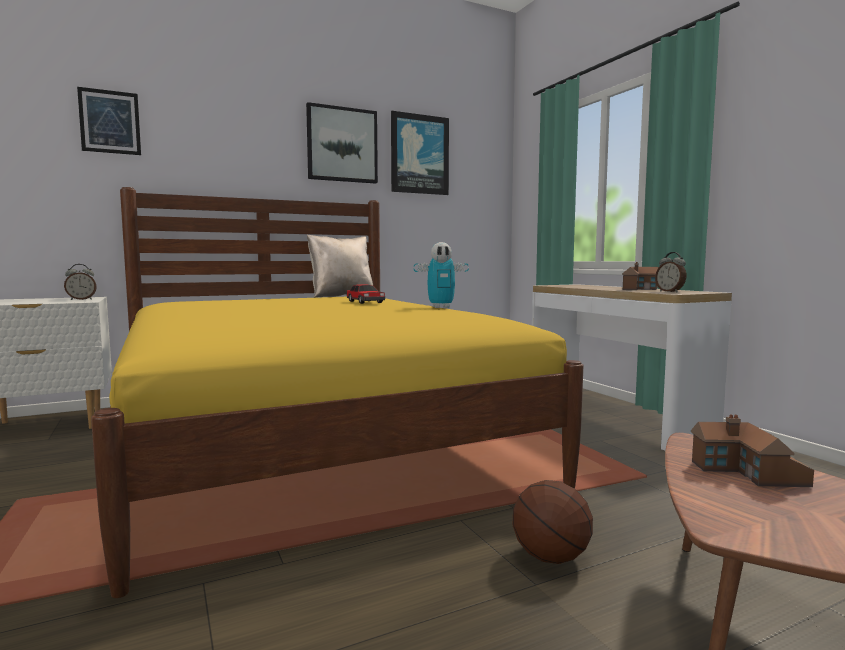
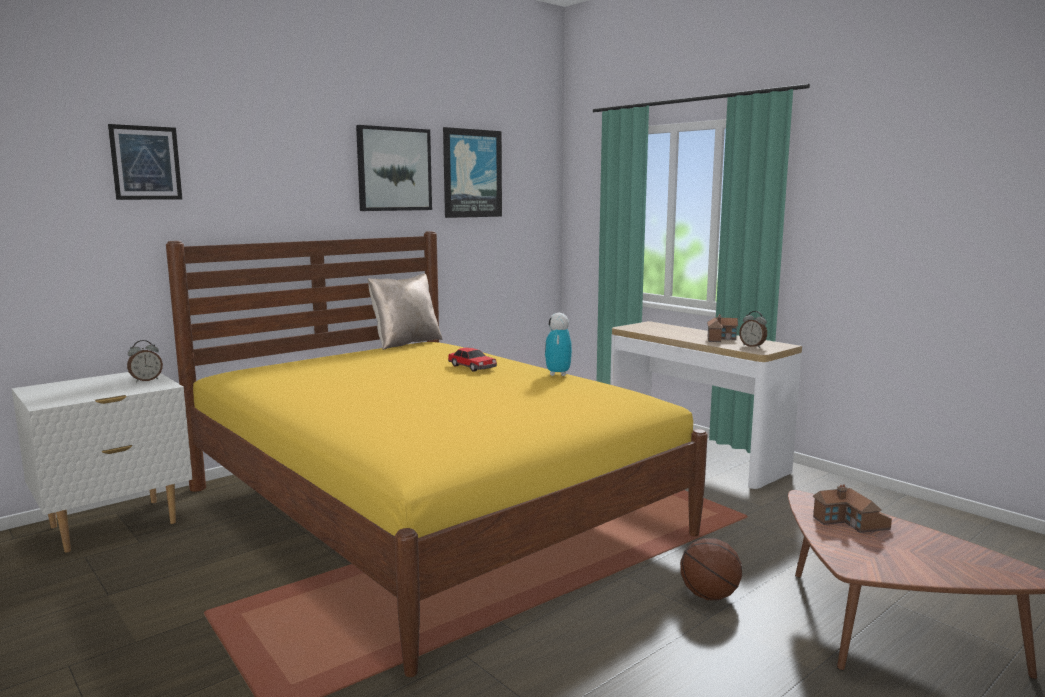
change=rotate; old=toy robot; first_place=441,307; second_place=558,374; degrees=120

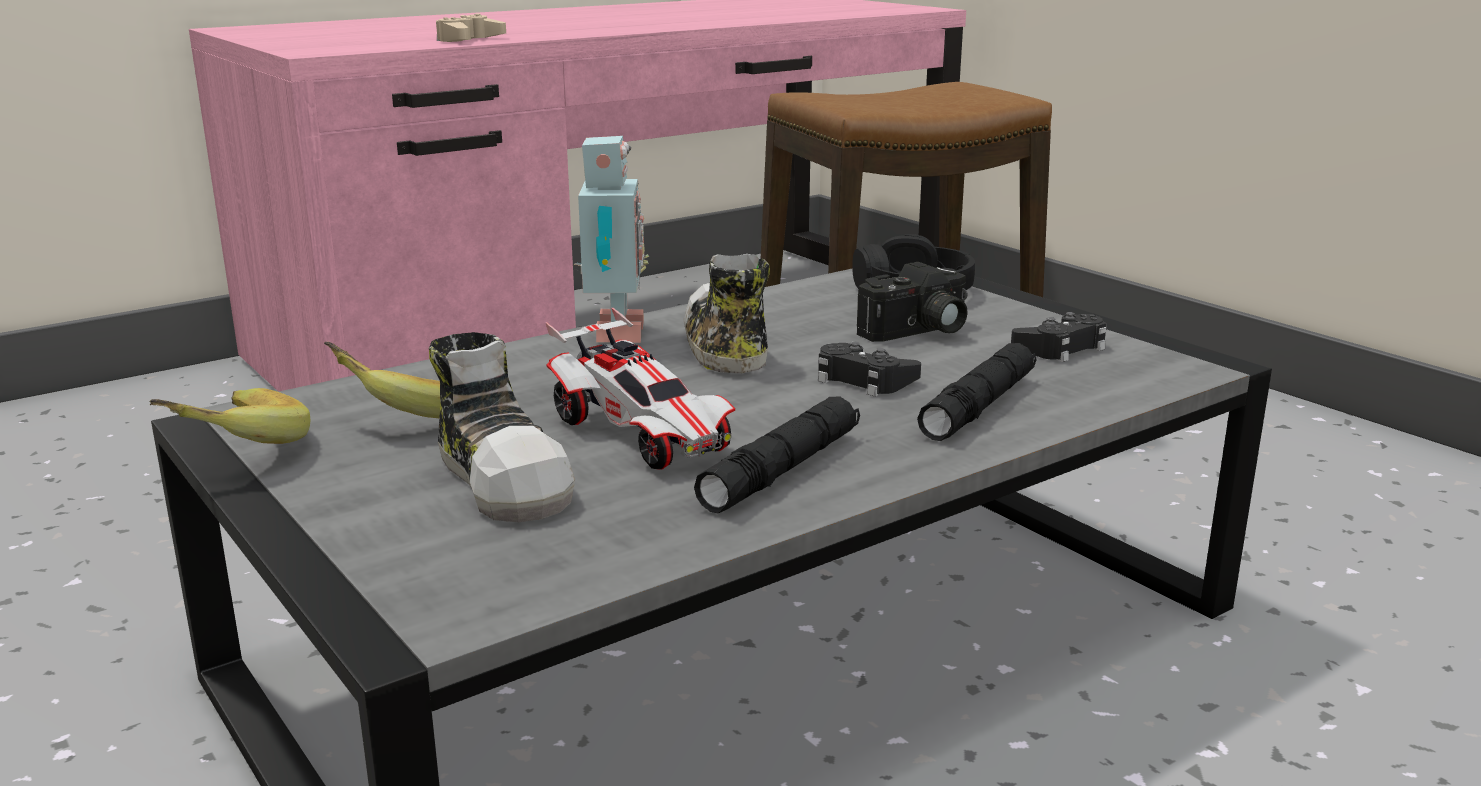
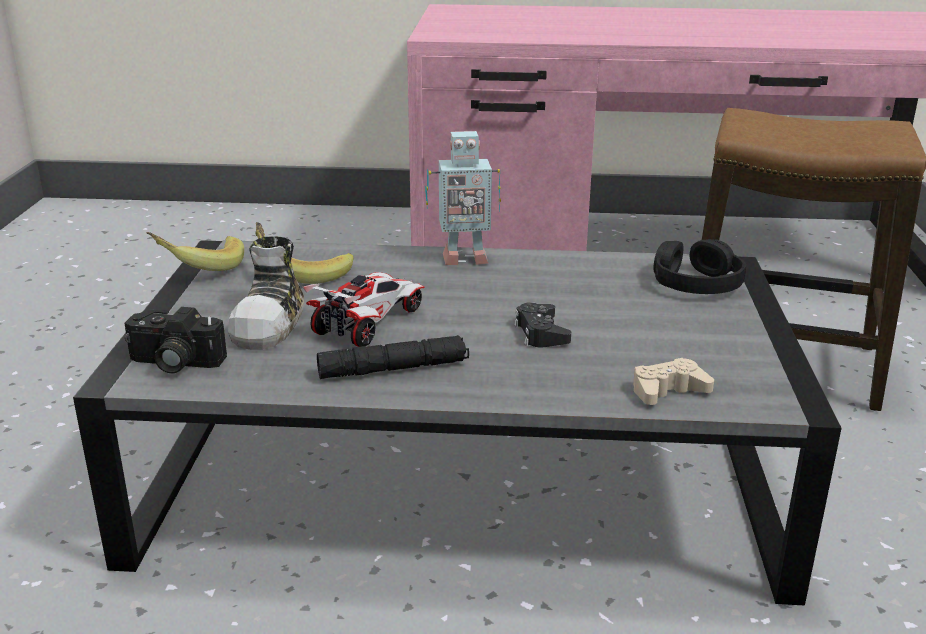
change=move; old=game controller/beige; first_place=469,39; second_place=668,391
change=rotate; old=toy car; first_place=642,434; second_place=369,323; degrees=-150
change=rotate; old=toy robot; first_place=613,335; second_place=463,258; degrees=45
change=delete; old=shoe; first_place=725,348
change=move; old=photo camera; first_place=918,332; second_place=173,363
change=delete; old=flashlight/black; first_place=978,406
change=delete; old=game controller/black; first_place=1061,347

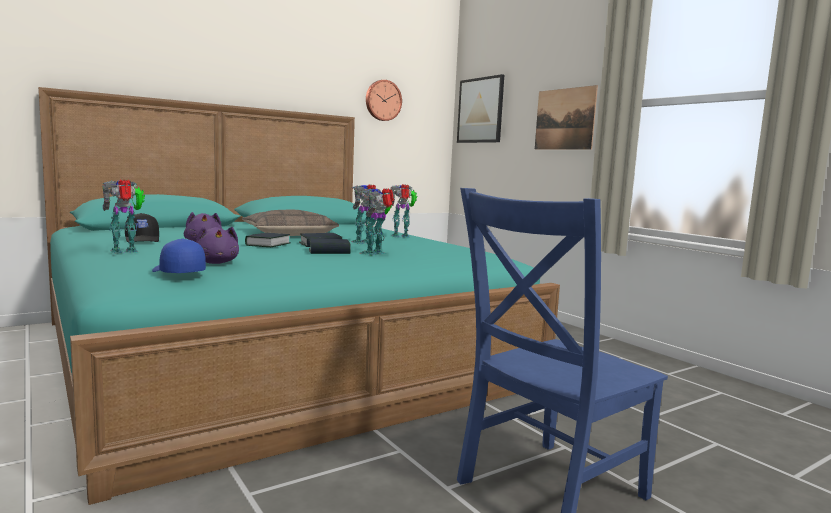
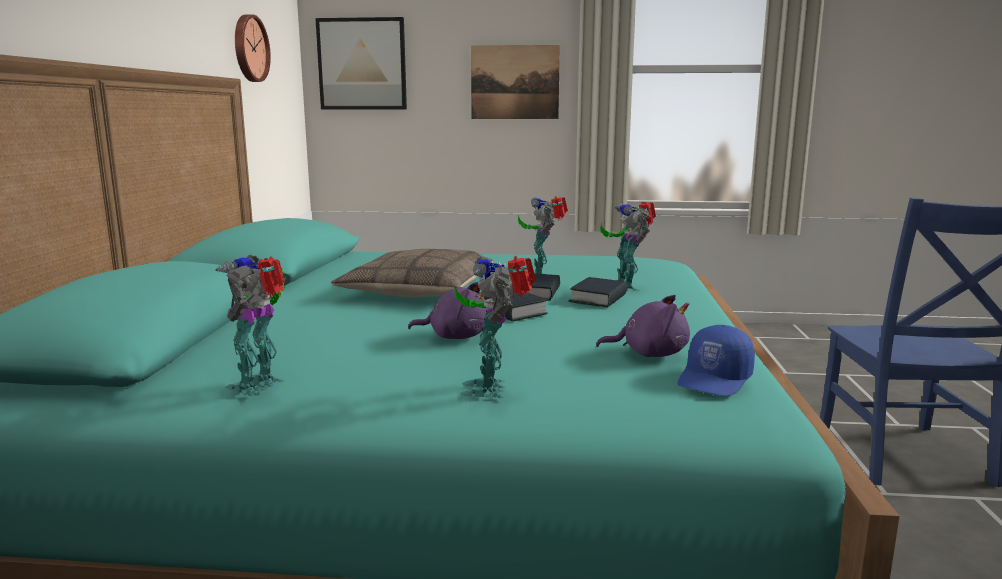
change=delete; old=cap/black; first_place=143,240
change=rotate; old=cap/blue; first_place=177,272; second_place=715,380; degrees=-45
change=move; old=toy robot; first_place=401,237; second_place=260,385

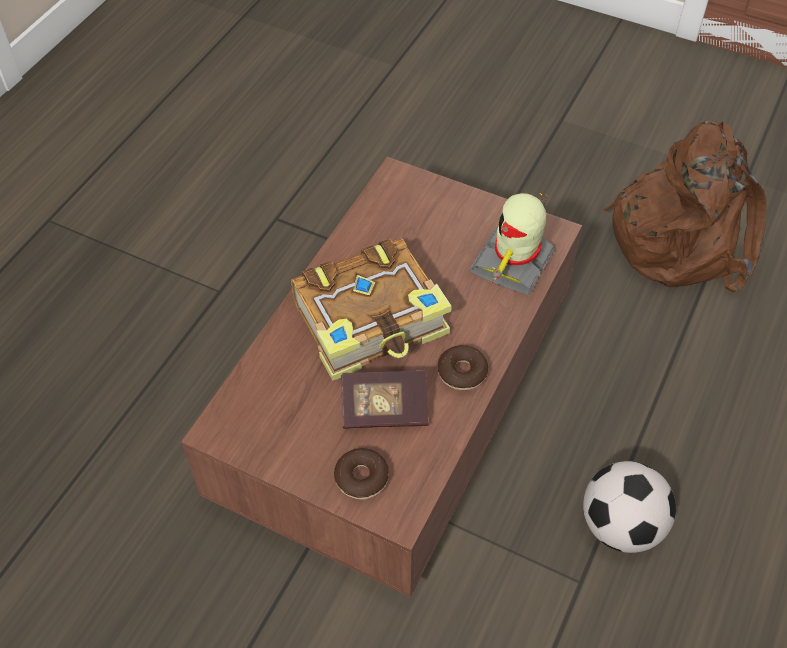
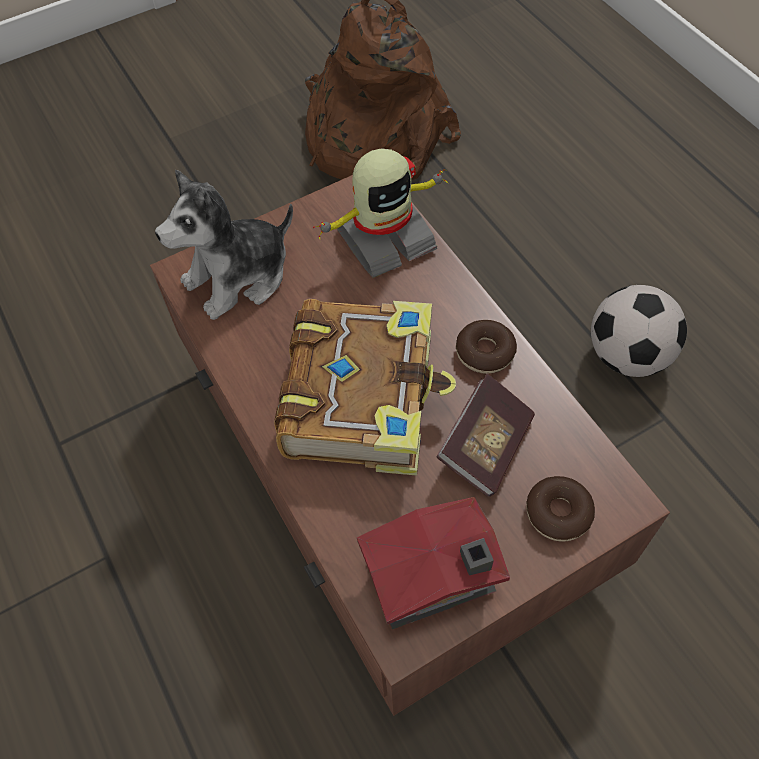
change=rotate; old=toy robot; first_place=513,264; second_place=384,238; degrees=-90
change=insert; new=plush toy; second_place=239,277
change=insert; new=toy house; second_place=435,579

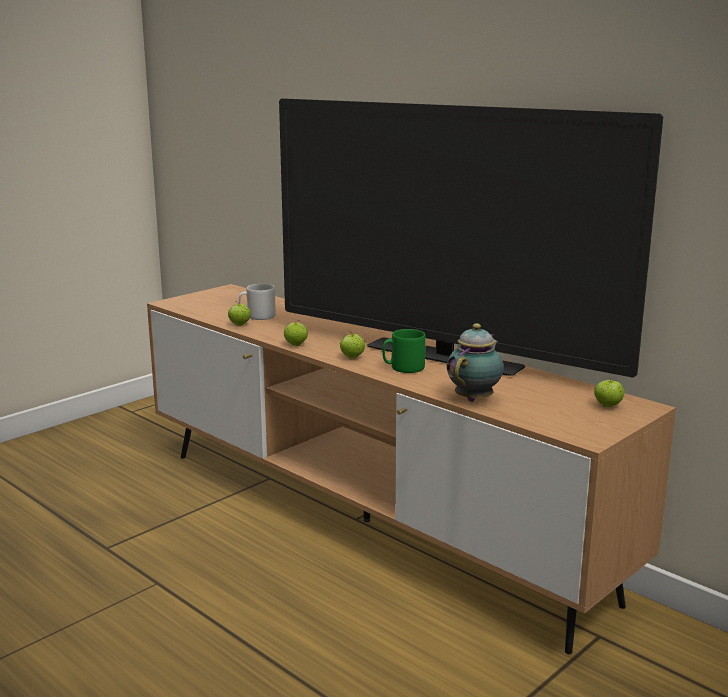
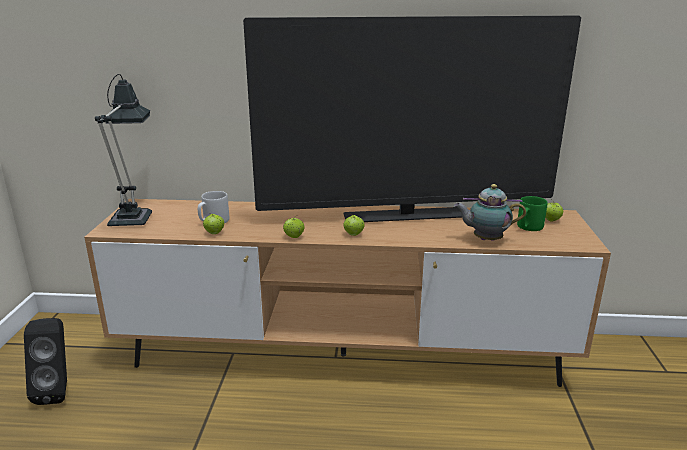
change=move; old=mug/green; first_place=403,368; second_place=528,227
change=rotate; old=teapot; first_place=475,398; second_place=485,239; degrees=-75
change=insert; new=speaker/black; second_place=58,391
change=insert; new=table lamp; second_place=133,216

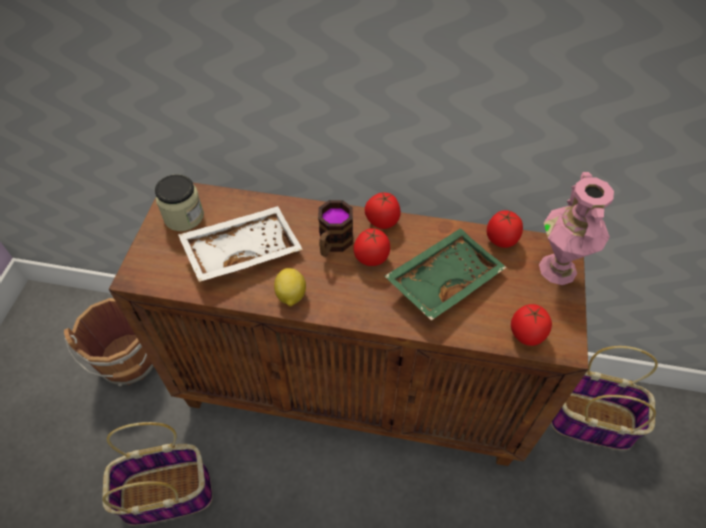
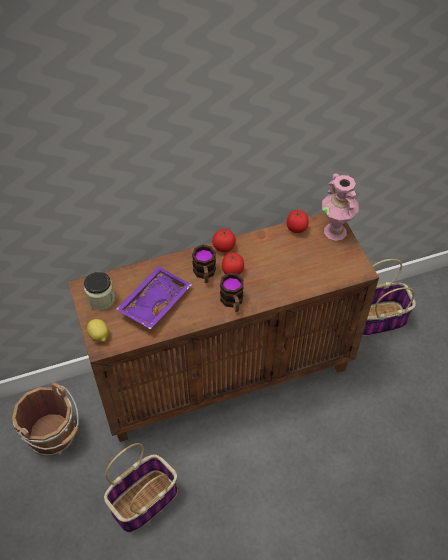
change=recolor; old=tray/white; new=tray/purple; first_place=242,250; second_place=154,302
change=move; old=lemon; first_place=290,296; second_place=99,336
change=delete; old=tray/green; first_place=442,279
change=delete; old=tomato; first_place=526,335
change=insert; new=mug; second_place=233,302

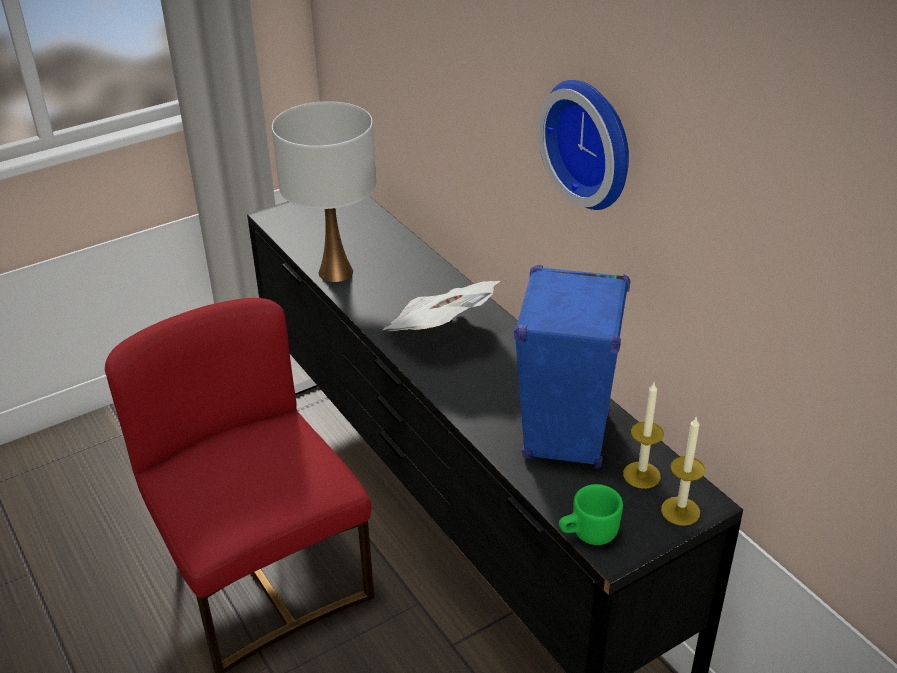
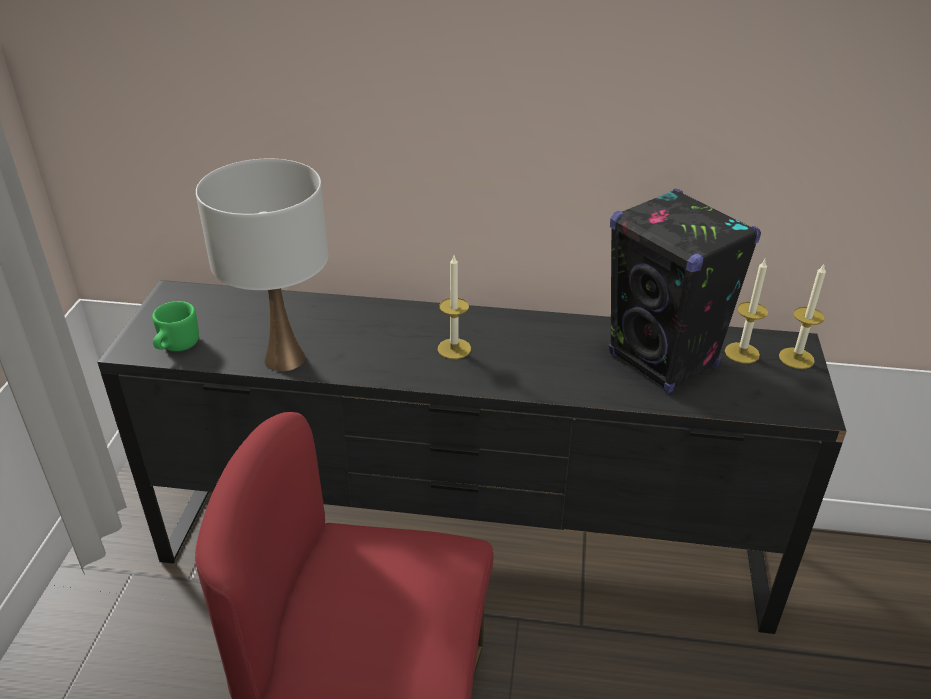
change=replace; old=newspaper; new=candle; first_place=440,331; second_place=454,348
change=recolor; old=speaker/blue; new=speaker/black; first_place=566,436; second_place=663,361
change=delete; old=wall clock; first_place=592,142
change=move; old=mug/green; first_place=587,533; second_place=176,347

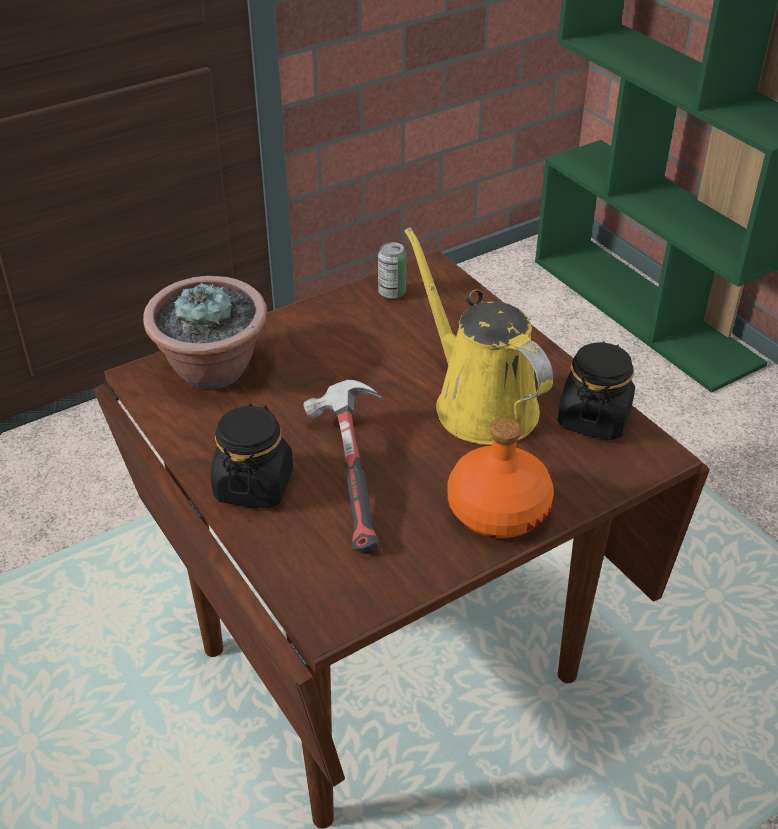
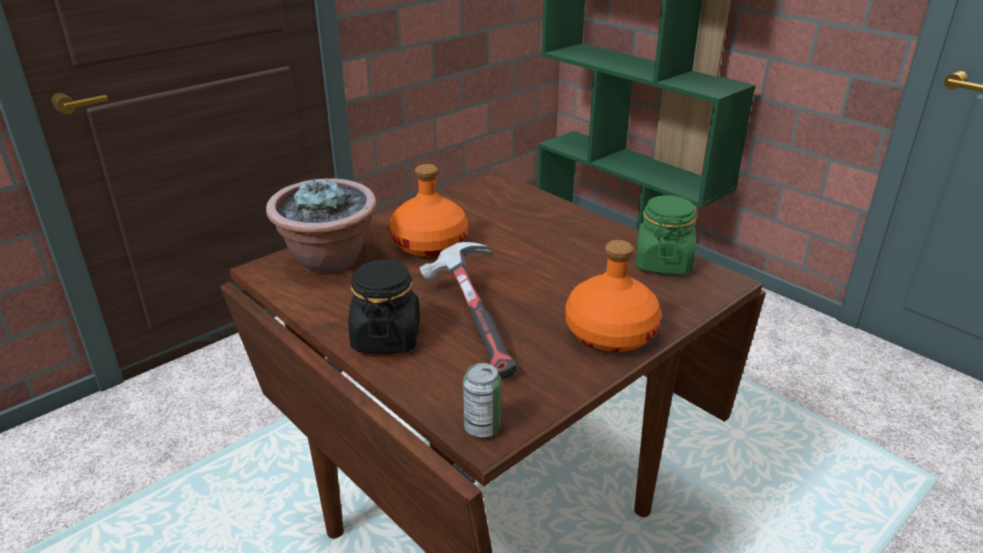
change=move; old=can; first_place=392,293; second_place=482,427
change=delete; old=watering can/yellow; first_place=479,403
change=recolor; old=jar/black; new=jar/green; first_place=593,418; second_place=662,263
change=insert; new=bottle/orange; second_place=430,244

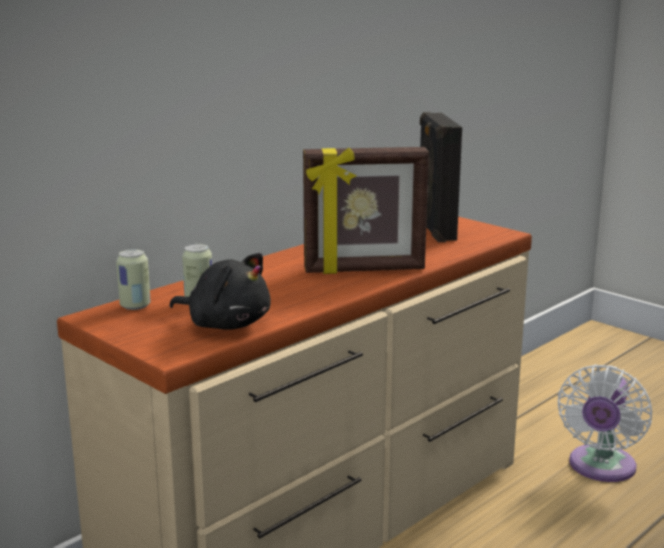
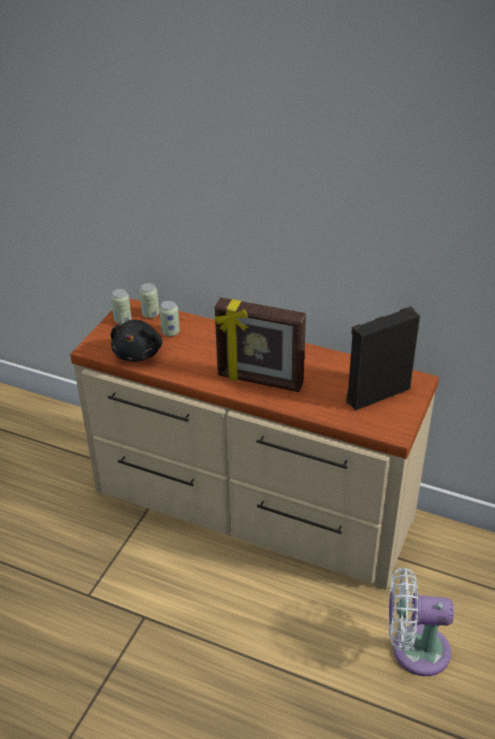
change=rotate; old=picture frame; first_place=364,270; second_place=259,381; degrees=-45
change=insert; new=can; second_place=123,320

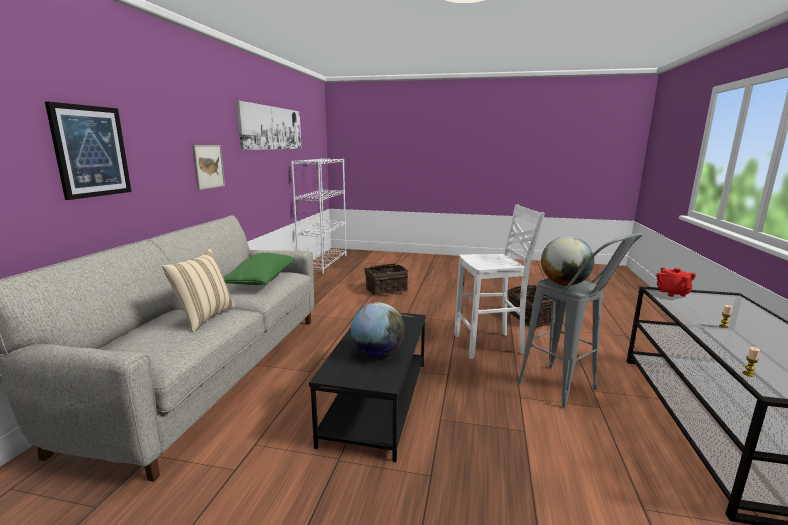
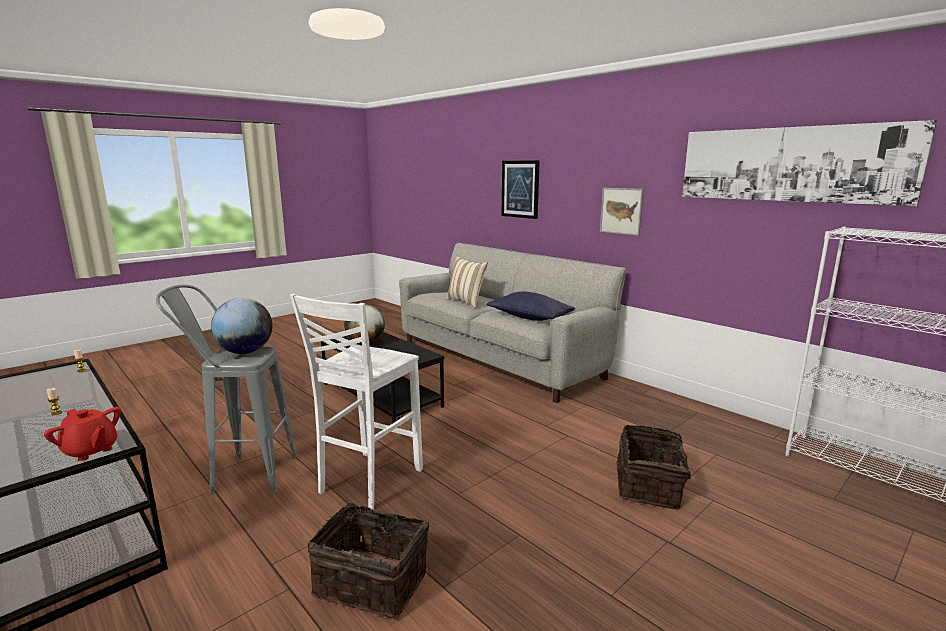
change=recolor; old=pillow/green; new=pillow/blue; first_place=261,281; second_place=529,318

